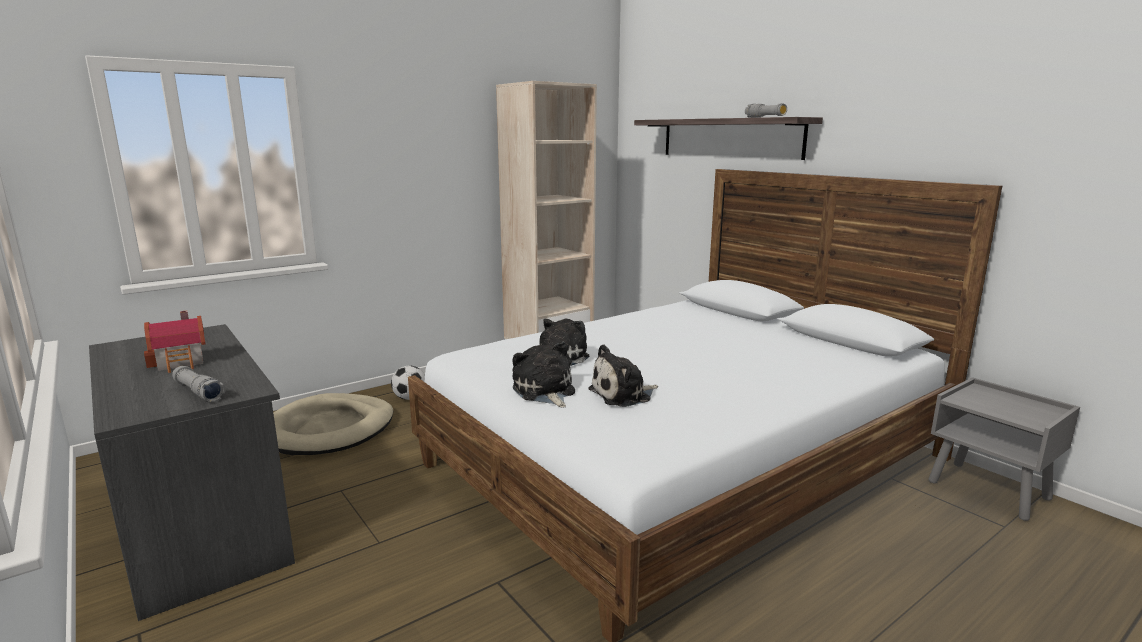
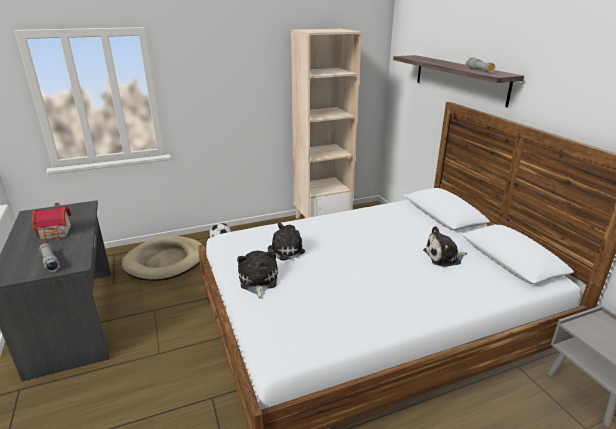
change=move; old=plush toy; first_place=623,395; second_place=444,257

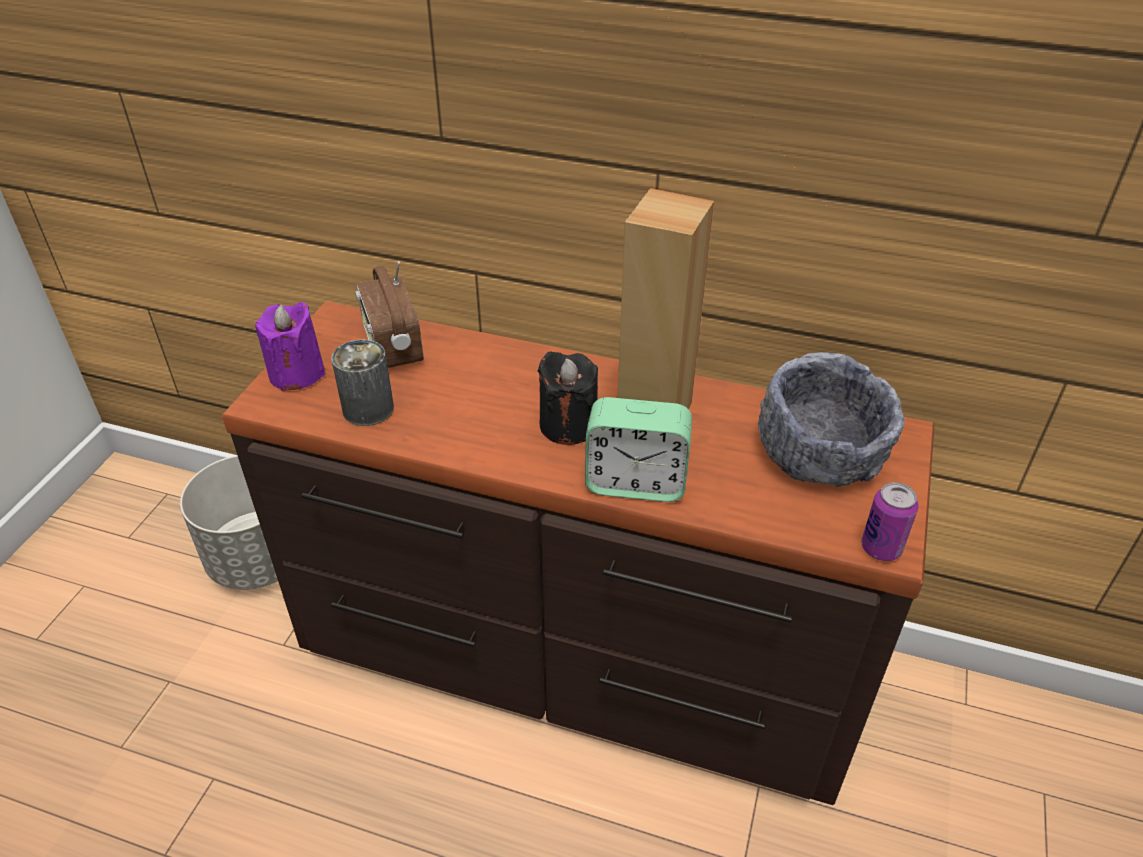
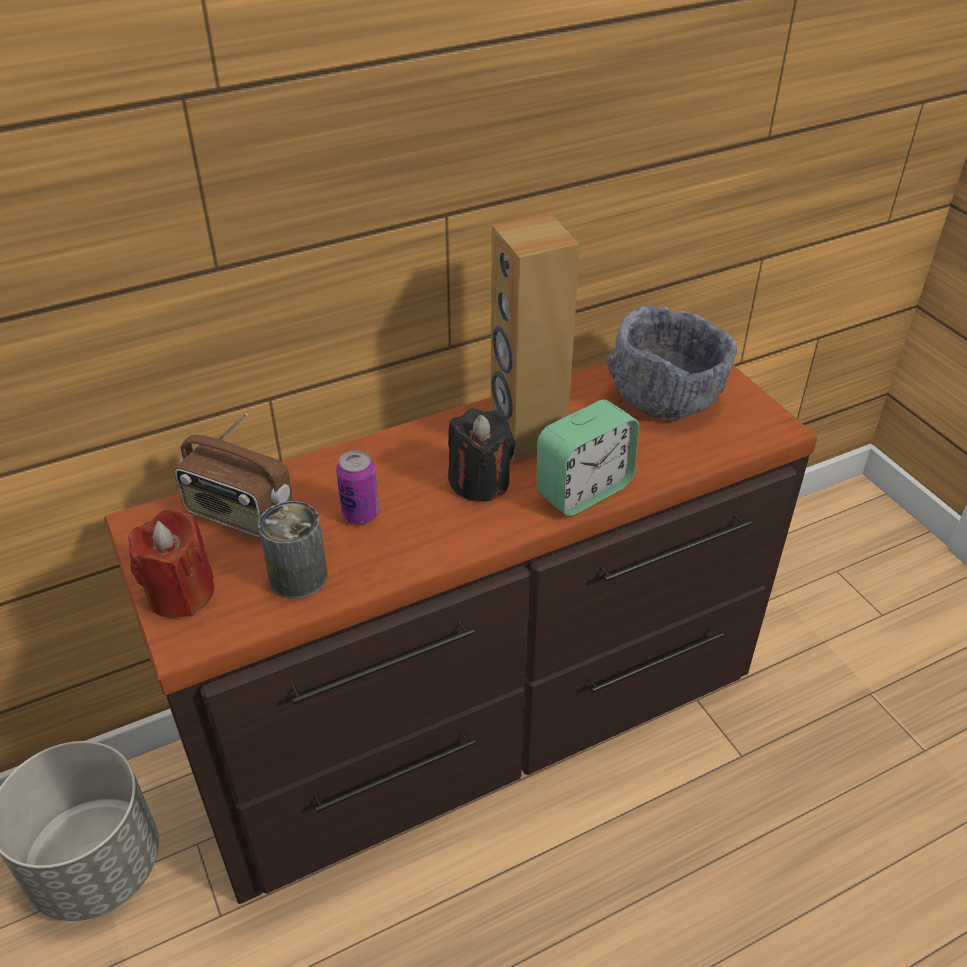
change=recolor; old=candle/purple; new=candle/red; first_place=296,373; second_place=181,593
change=move; old=can; first_place=881,548; second_place=360,514

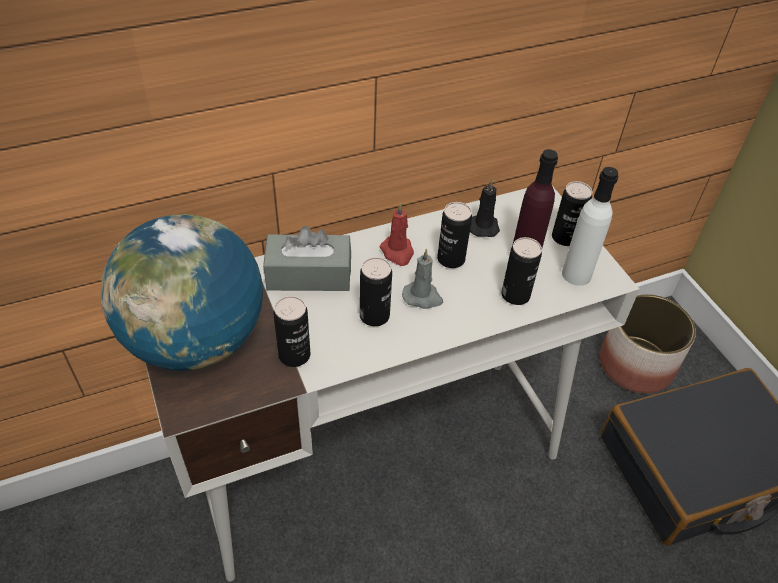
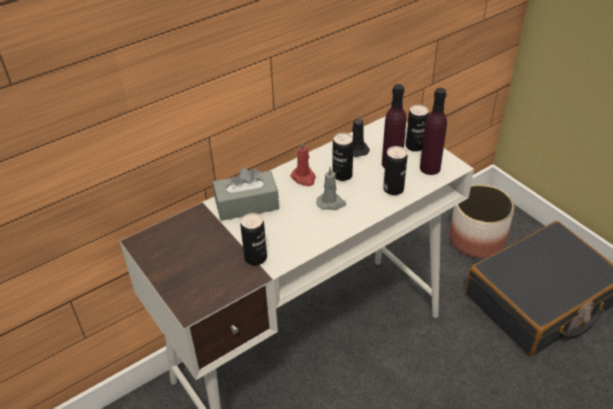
change=delete; old=globe; first_place=196,341
change=delete; old=can; first_place=374,316
change=recolor; old=bottle/white; new=bottle/purple; first_place=576,274; second_place=430,168

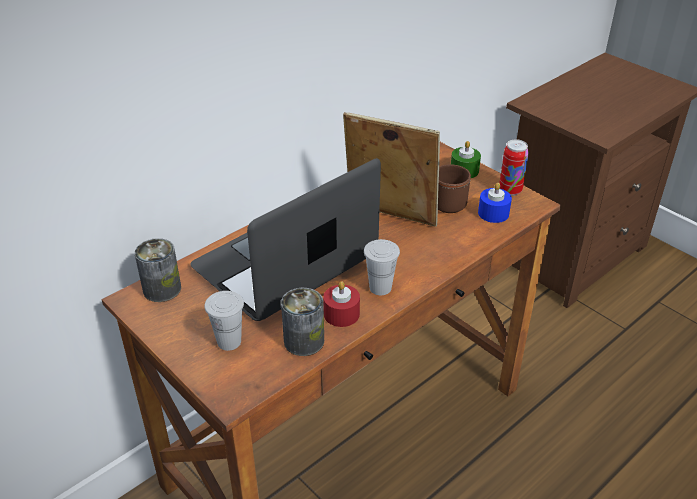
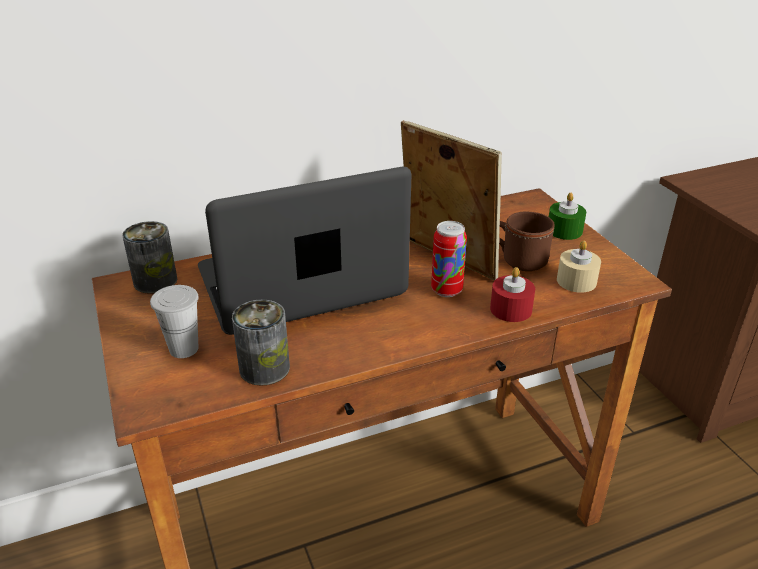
change=move; old=candle/red; first_place=341,314; second_place=511,309
change=delete; old=cup/white; first_place=380,288
change=recolor; old=candle/blue; new=candle/beige; first_place=493,213; second_place=576,281
change=move; old=can; first_place=510,190; second_place=446,290

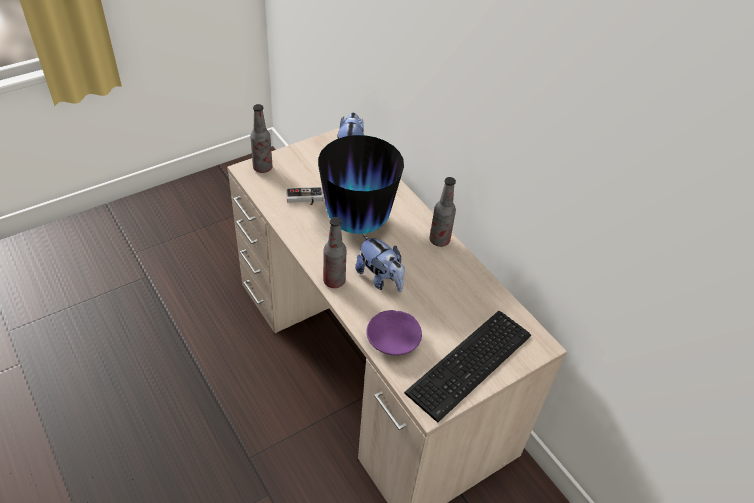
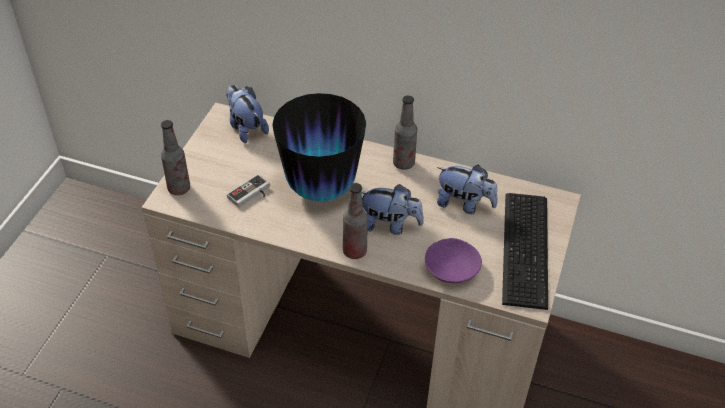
change=insert; new=plush toy; second_place=464,204

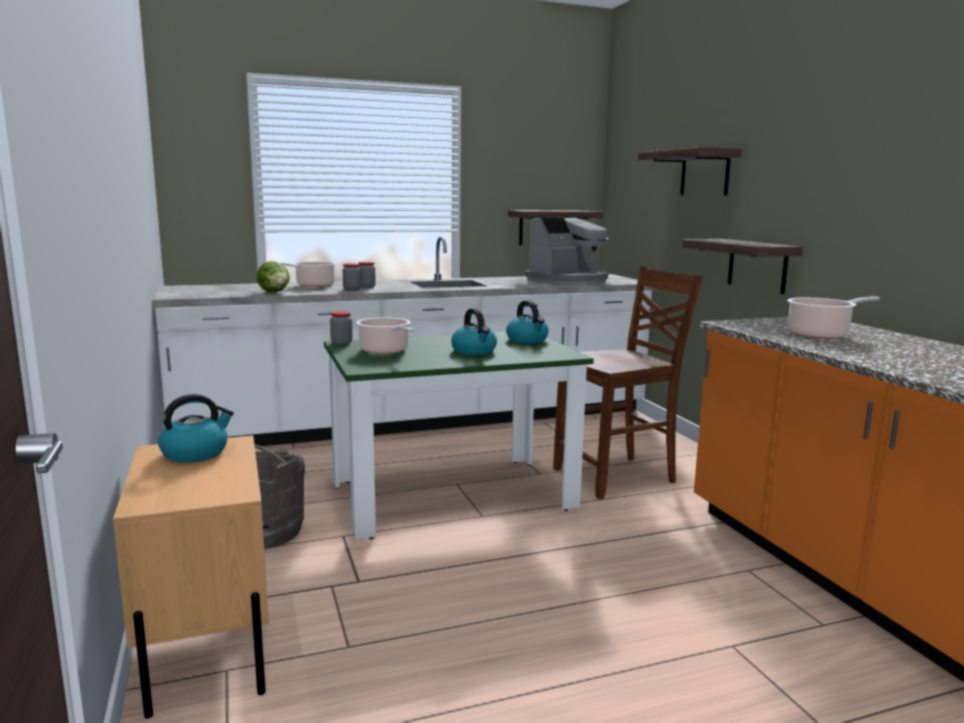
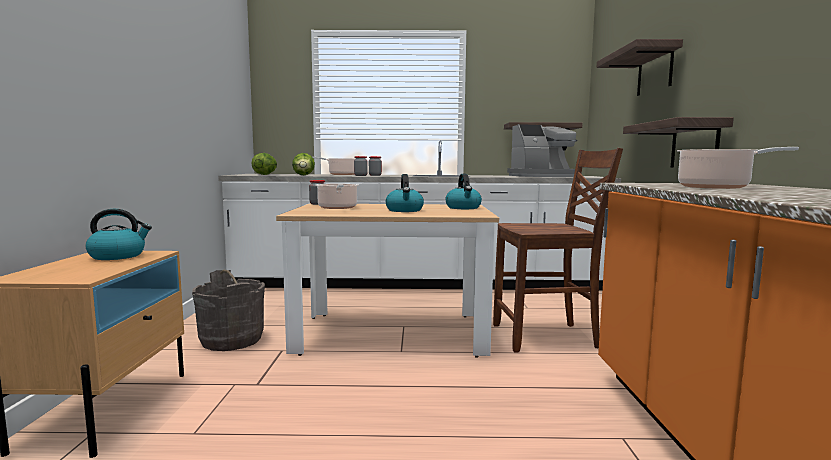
change=recolor; old=dining table/green; new=dining table/beige; first_place=452,495; second_place=391,333
change=insert; new=lettuce; second_place=265,174

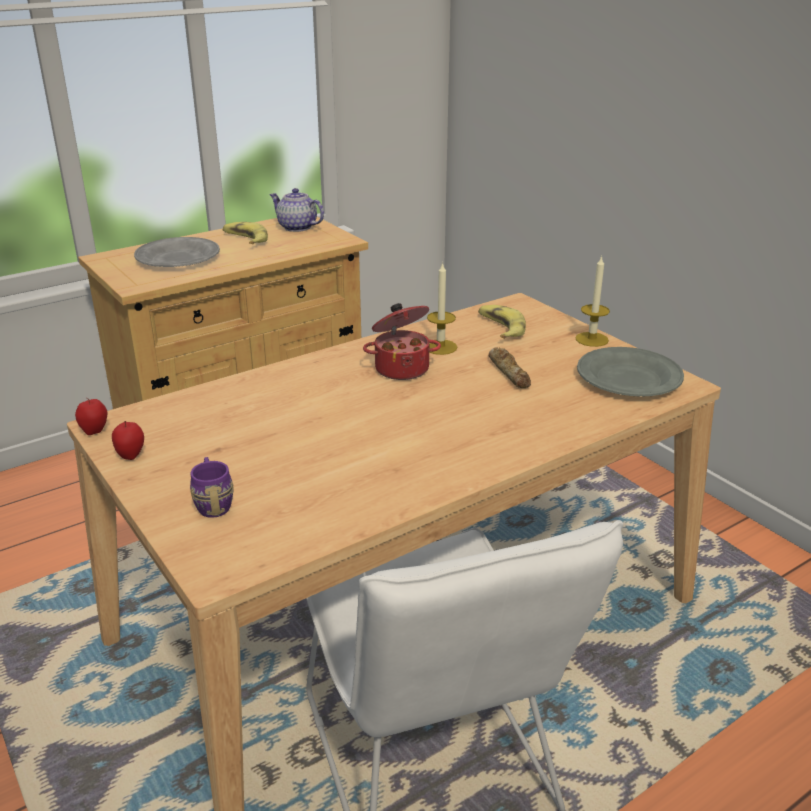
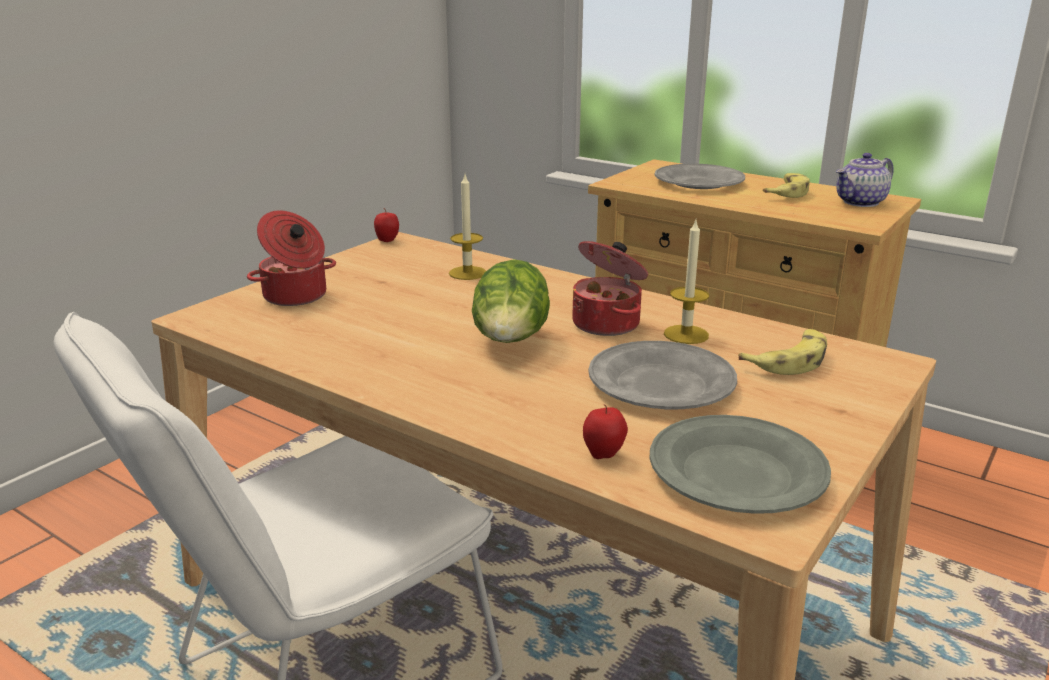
change=move; old=apple; first_place=131,455; second_place=604,454
change=replace; old=mug/purple; new=cooking pot; first_place=213,503; second_place=296,296
change=rotate; old=teapot; first_place=296,227; second_place=860,202; degrees=-135
change=replace; old=bread; new=plate/grey; first_place=509,372; second_place=661,383
change=move; old=candle; first_place=591,339; second_place=467,273
change=insert; new=lettuce; second_place=511,342

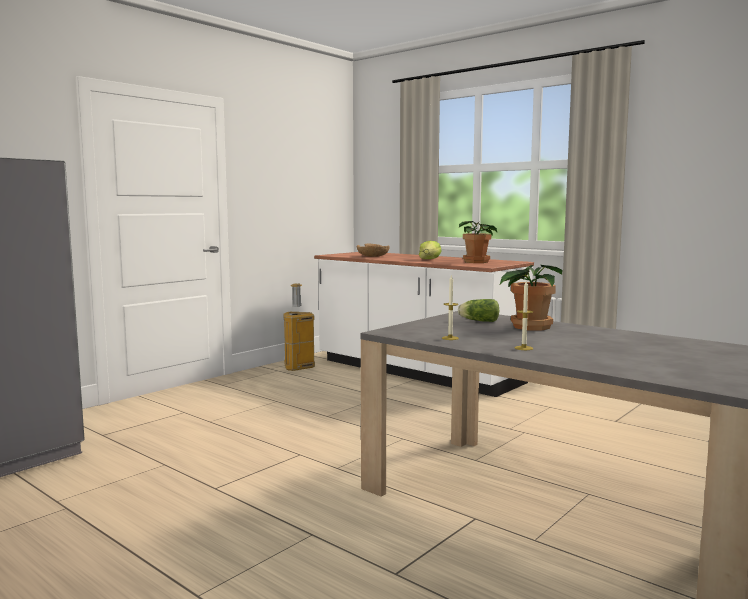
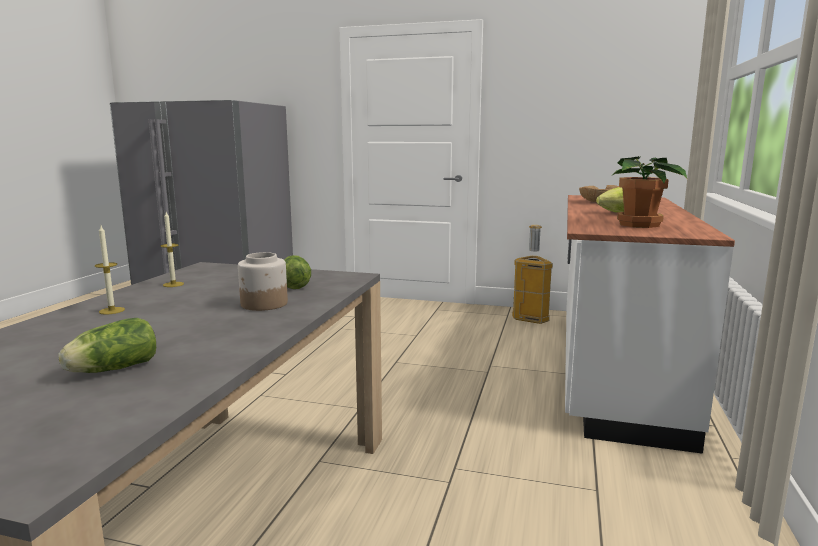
change=replace; old=potted plant; new=jar; first_place=529,327; second_place=264,304
change=insert; new=lettuce; second_place=111,369

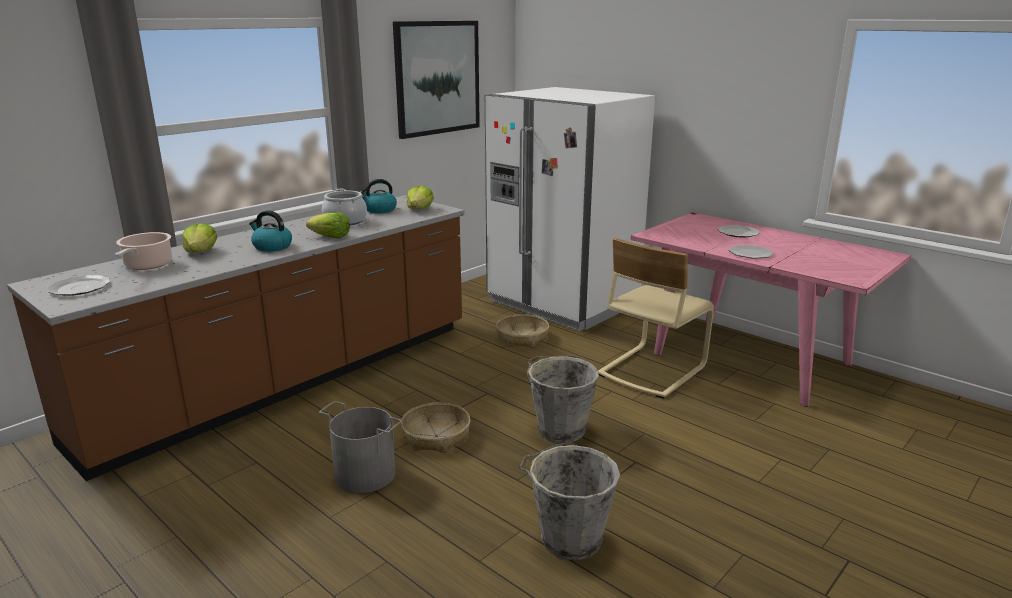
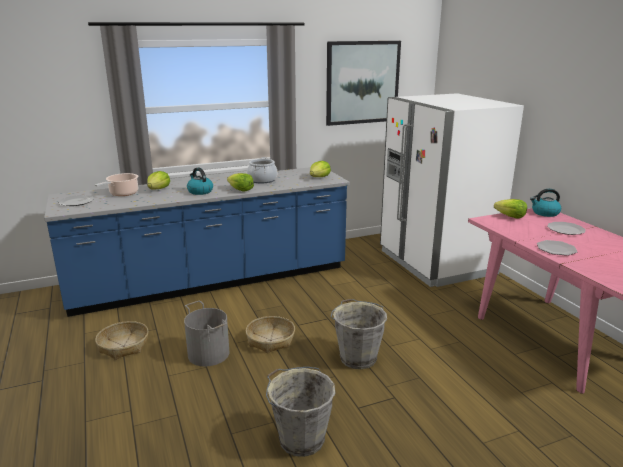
change=recolor; old=counter/brown; new=counter/blue; first_place=289,381; second_place=212,281
change=move; old=kettle; first_place=379,210; second_place=545,213
change=move; old=basket; first_place=522,338; second_place=123,346
change=delete; old=chair/beige; first_place=651,370
change=insert; new=lettuce; second_place=510,216

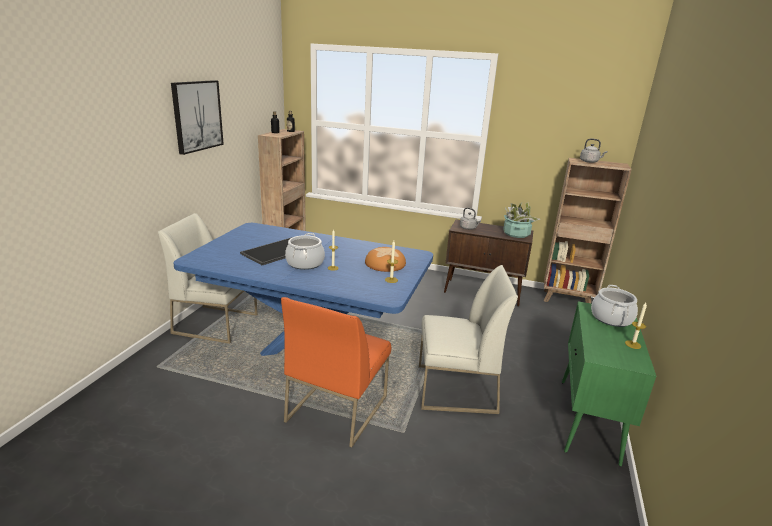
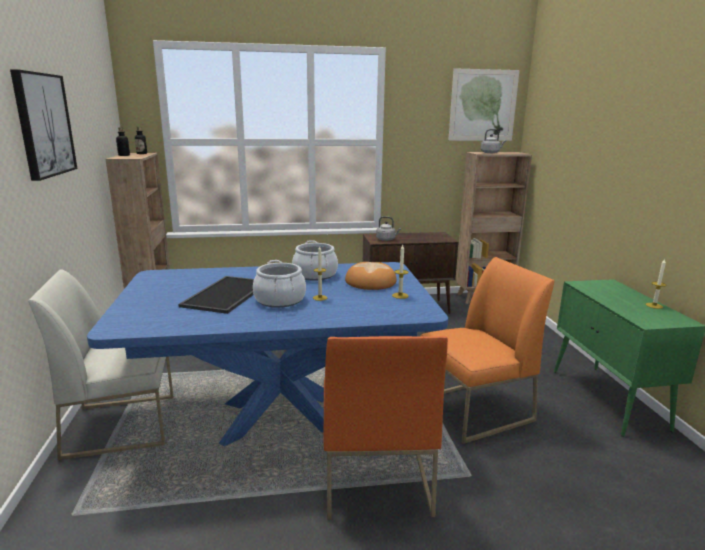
change=recolor; old=chair/white; new=chair/orange; first_place=455,389; second_place=474,410
change=delete; old=potted plant; first_place=516,234
change=move; old=cooking pot; first_place=611,318; second_place=315,275
change=insert; new=picture; second_place=483,105

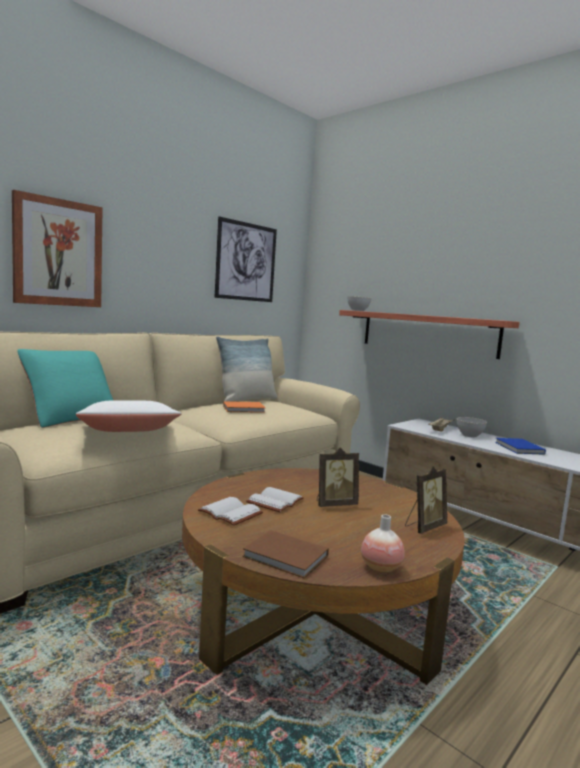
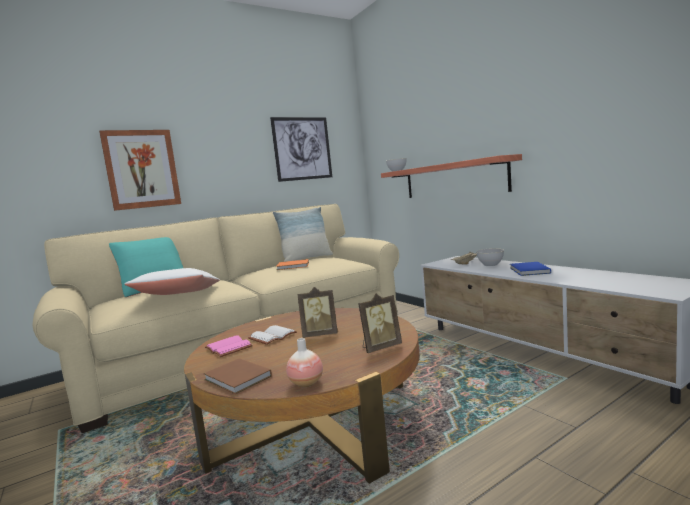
change=recolor; old=book/white; new=book/pink; first_place=228,513; second_place=227,348

